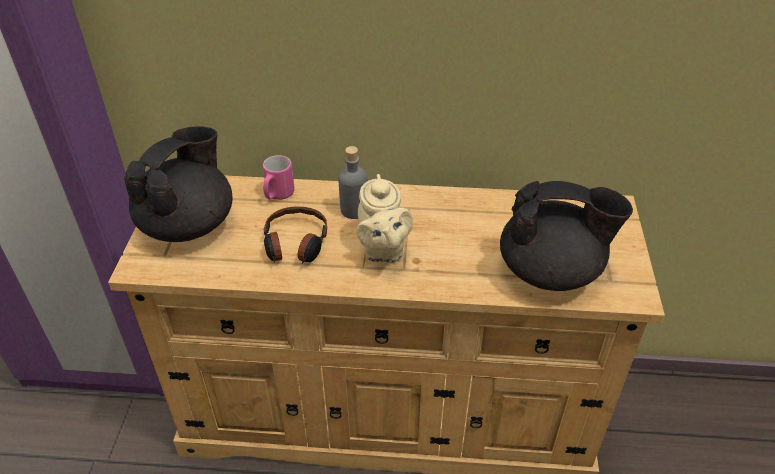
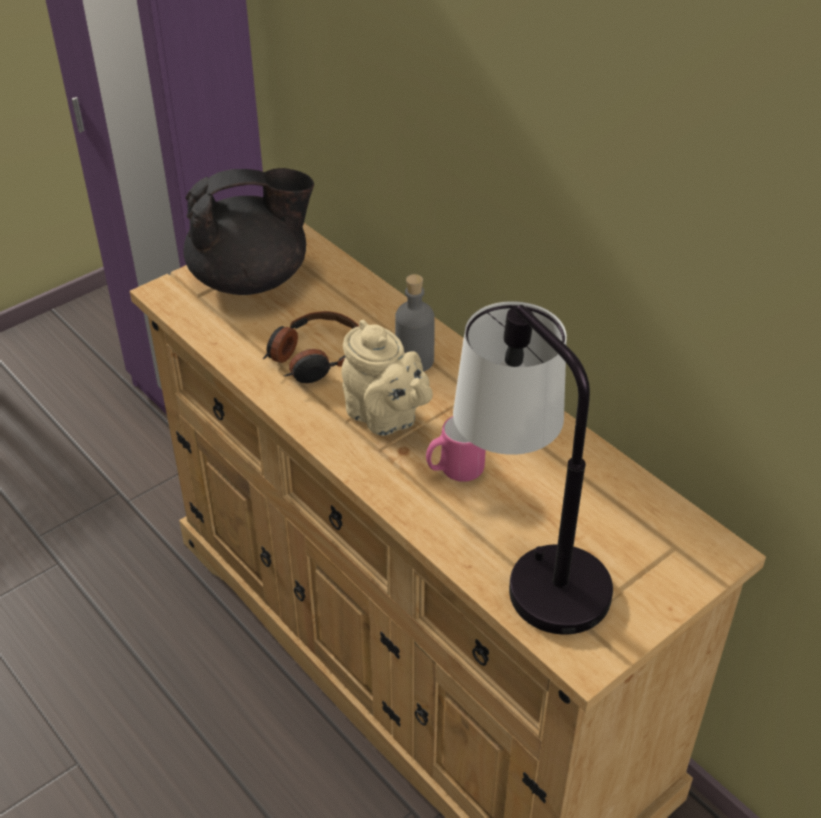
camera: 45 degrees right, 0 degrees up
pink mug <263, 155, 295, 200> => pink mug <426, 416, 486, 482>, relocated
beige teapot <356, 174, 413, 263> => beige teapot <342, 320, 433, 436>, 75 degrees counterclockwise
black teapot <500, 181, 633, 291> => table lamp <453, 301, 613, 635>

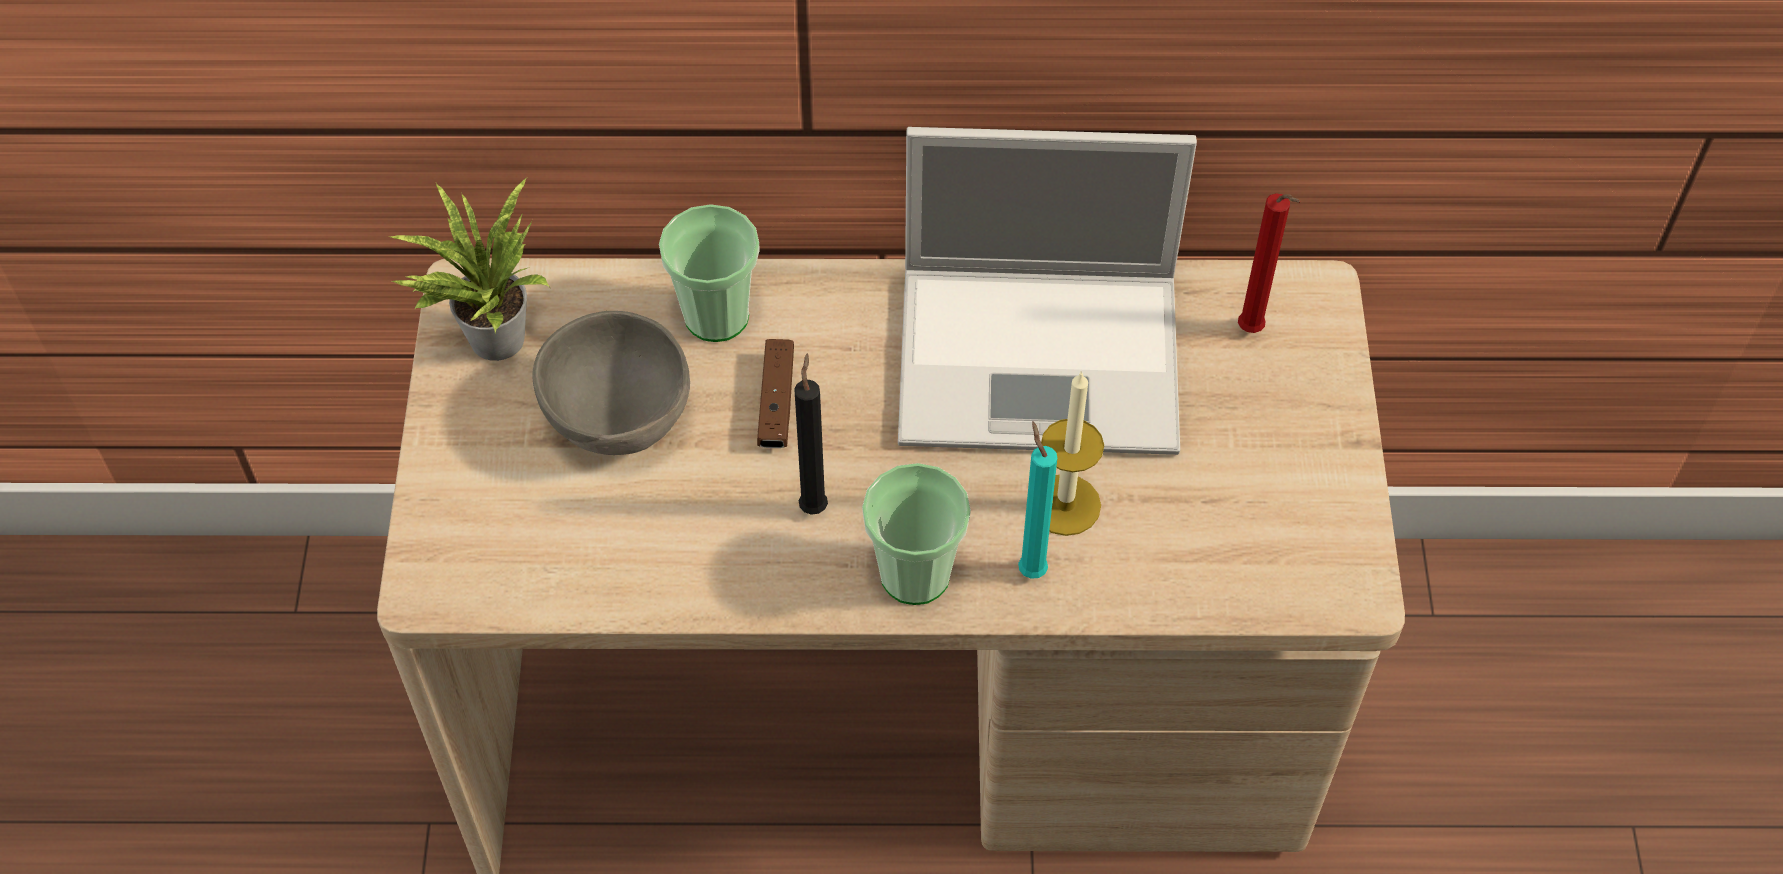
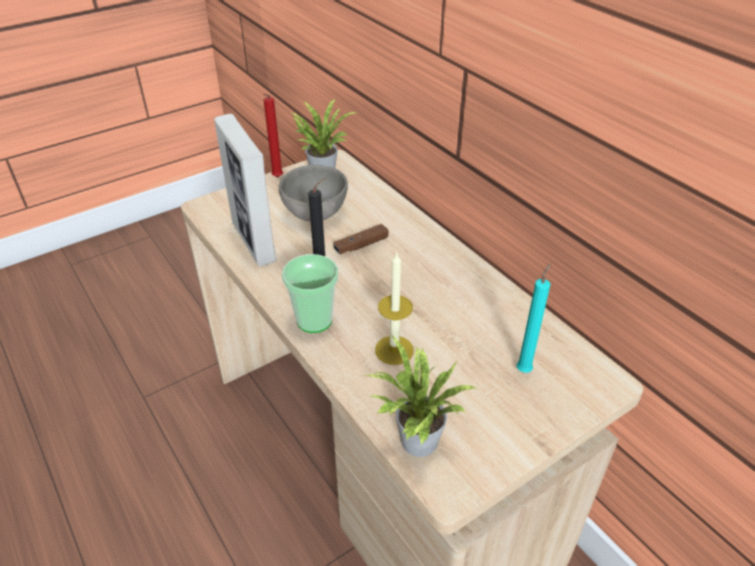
camera: 55 degrees right, 15 degrees down
cup <659, 204, 759, 342> => nothing
laptop <898, 127, 1197, 455> => nothing
turquoise candle <1018, 422, 1057, 579> => turquoise candle <516, 263, 551, 373>, relocated
red candle <1238, 193, 1300, 333> => red candle <263, 94, 283, 177>, relocated
nothing => picture frame <214, 114, 277, 266>
nothing => potted plant <365, 334, 476, 457>

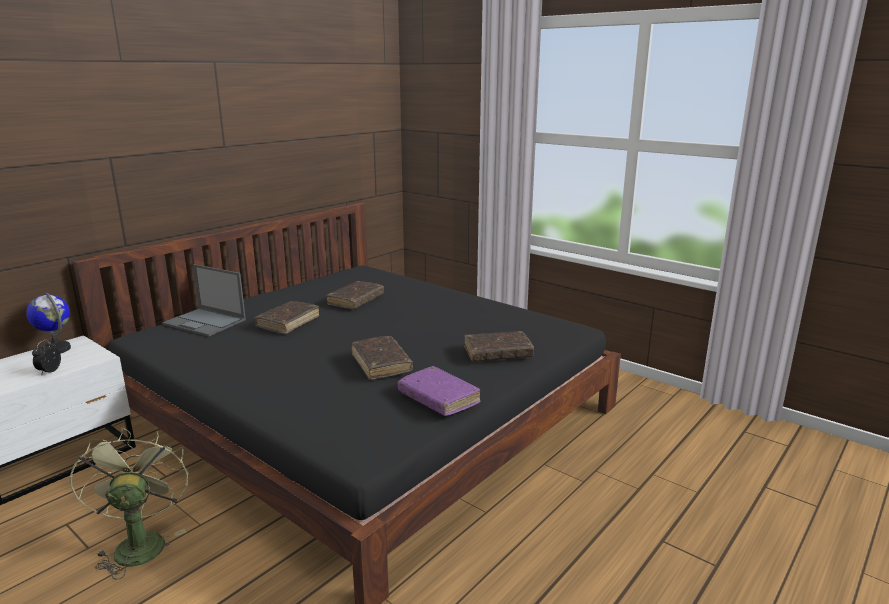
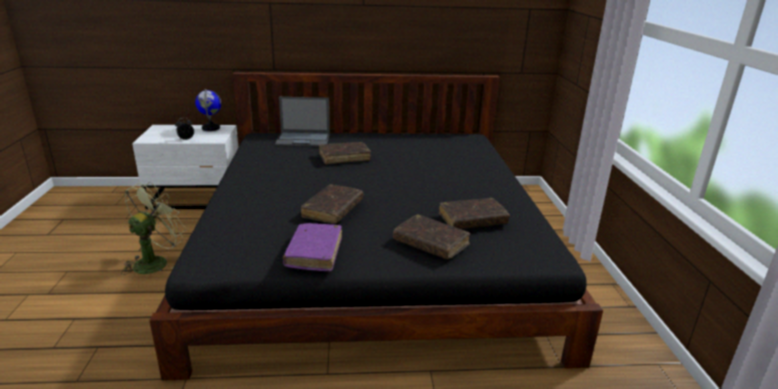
camera: 45 degrees right, 5 degrees up
laptop <162, 264, 246, 337> => laptop <275, 97, 330, 147>, 75 degrees counterclockwise
brown book <326, 281, 384, 309> => brown book <439, 198, 510, 229>, relocated

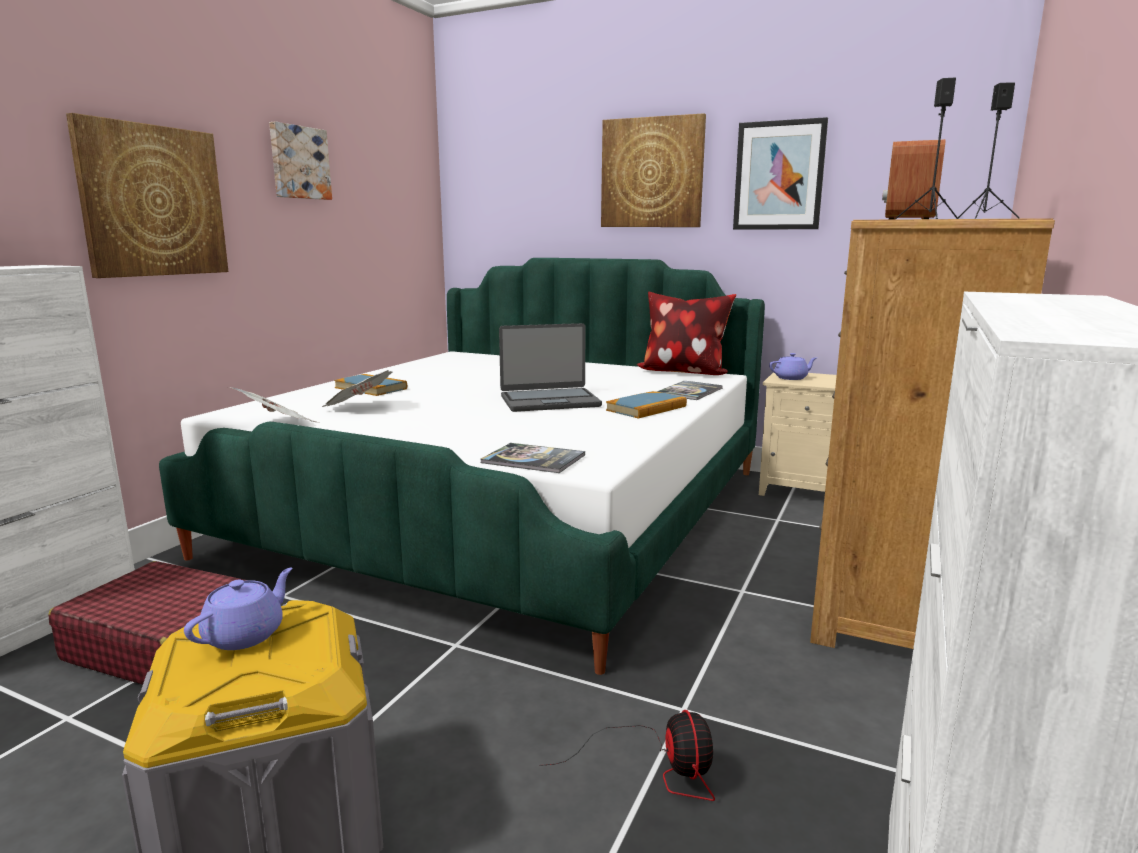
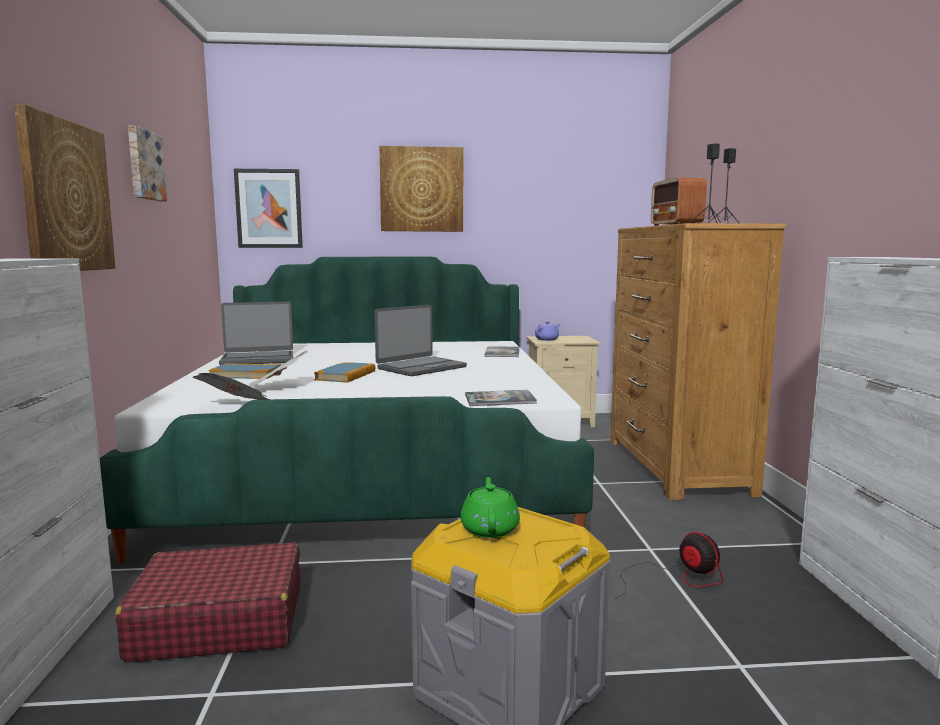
camera: 30 degrees left, 5 degrees down
purple teapot <184, 568, 292, 650> => green teapot <460, 477, 520, 538>
book <606, 391, 687, 419> => book <314, 362, 375, 383>, relocated
pillow <637, 292, 736, 375> => nothing
picture <733, 117, 828, 229> => picture <234, 169, 303, 248>, relocated
nothing => laptop <219, 302, 293, 365>

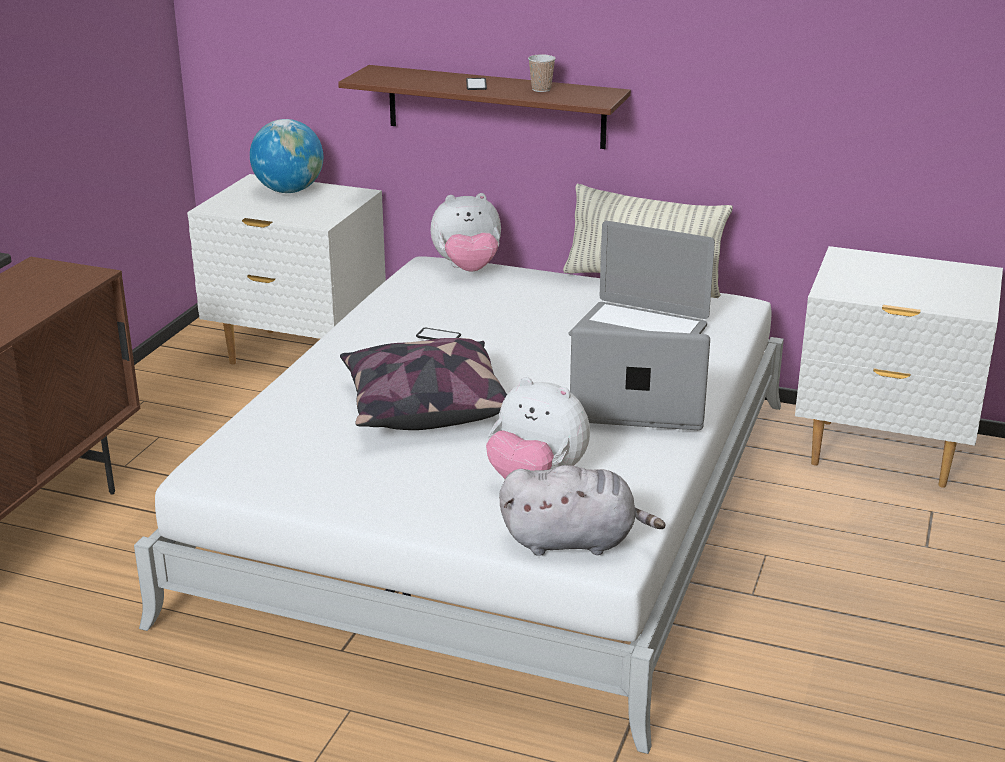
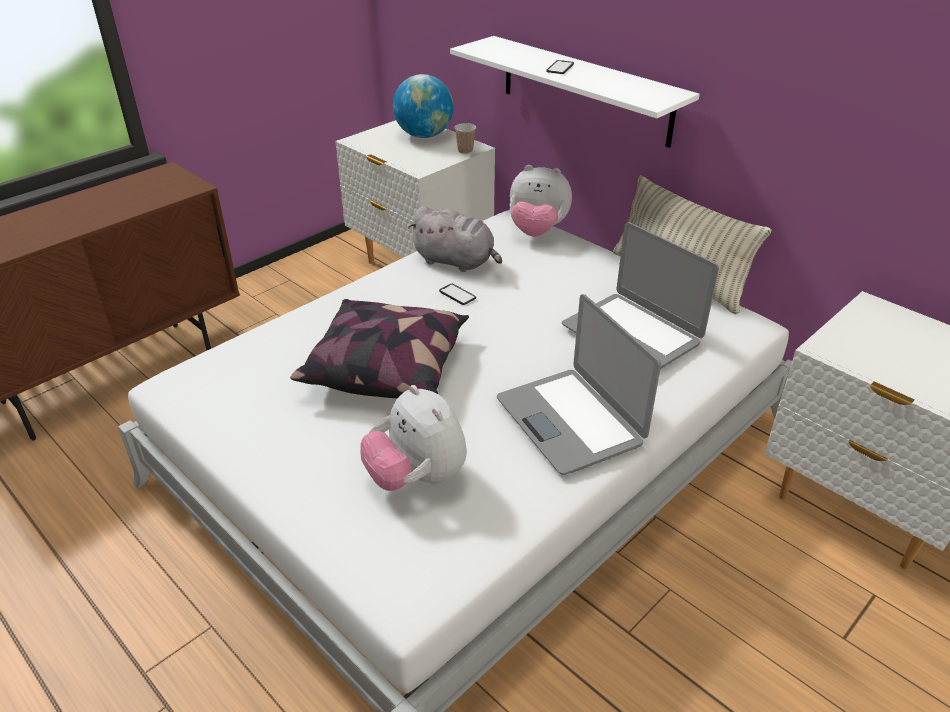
camera: 25 degrees right, 10 degrees up
brown shelf <338, 65, 631, 149> => white shelf <450, 36, 700, 148>
grey plush toy <499, 465, 666, 556> => grey plush toy <408, 206, 502, 272>, relocated
cup <528, 54, 556, 92> => cup <455, 123, 476, 154>, relocated
laptop <570, 327, 710, 430> => laptop <497, 294, 661, 475>, 150 degrees counterclockwise

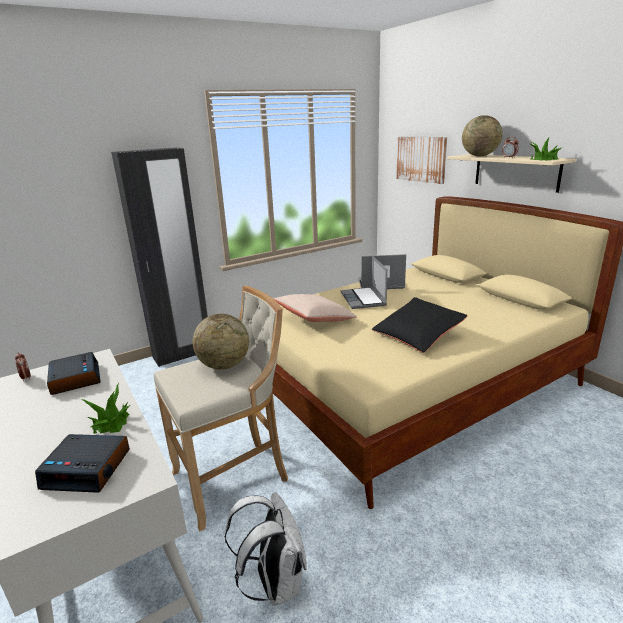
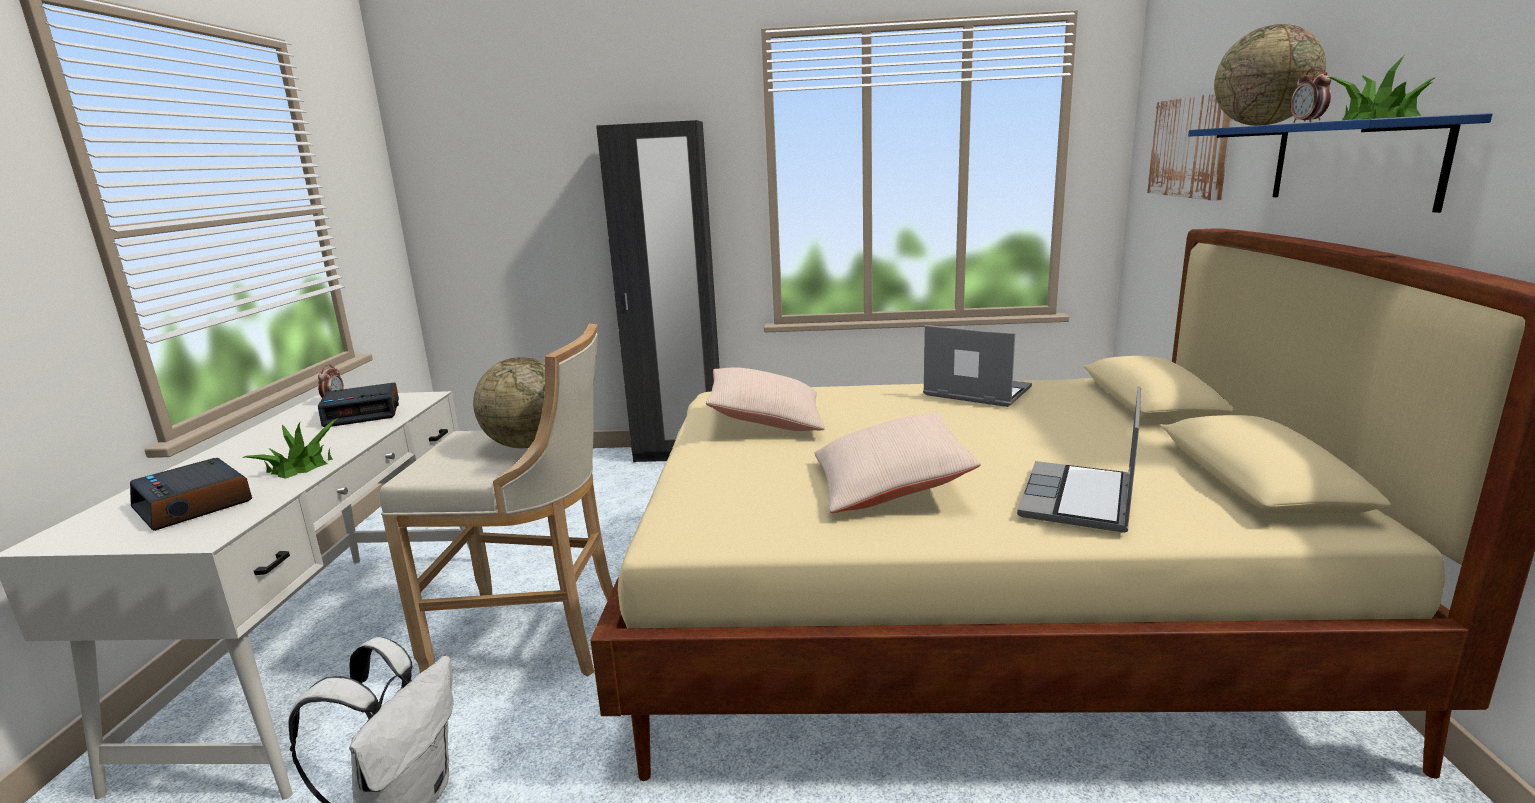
camera: 35 degrees right, 5 degrees down
alarm clock <47, 352, 101, 395> => alarm clock <318, 382, 399, 427>, 60 degrees clockwise
laptop <341, 256, 387, 309> => laptop <1017, 386, 1141, 533>, relocated
black pillow <372, 297, 467, 353> => beige pillow <814, 412, 981, 513>
beige shelf <447, 154, 577, 193> => blue shelf <1188, 113, 1493, 213>

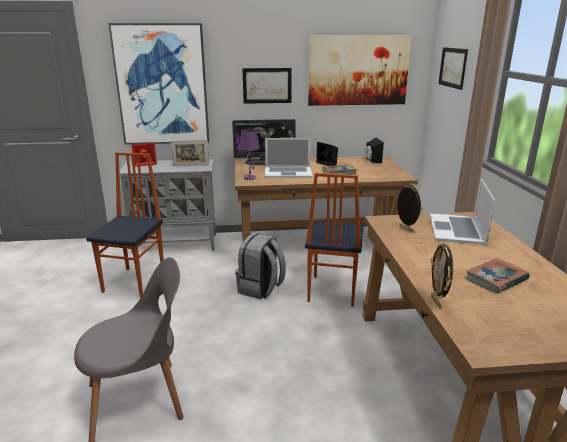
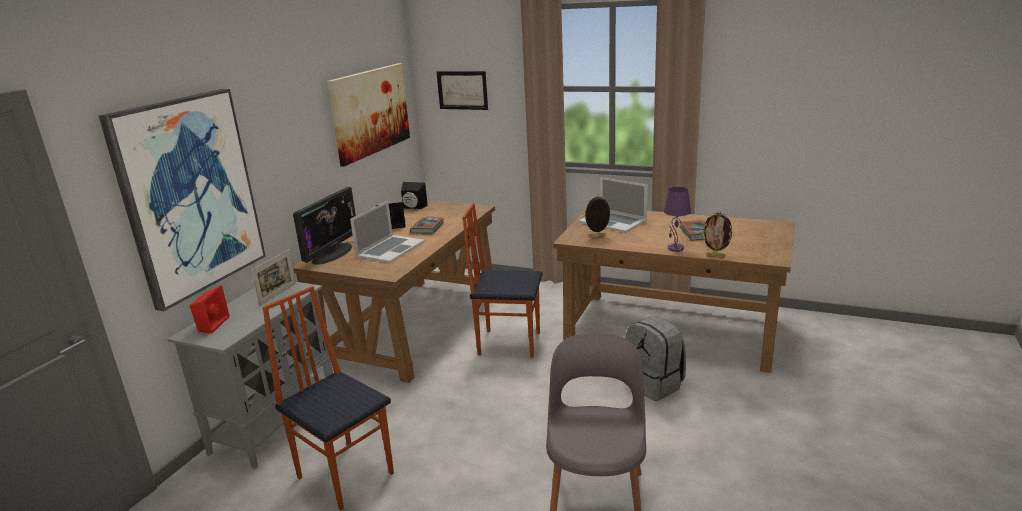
camera: 60 degrees left, 0 degrees up
grey backpack <235, 233, 286, 299> => grey backpack <625, 316, 686, 401>, relocated
purple table lamp <239, 129, 260, 180> => purple table lamp <664, 187, 691, 252>, relocated
picture <242, 68, 292, 104> => nothing
chair <305, 173, 364, 307> => chair <463, 203, 542, 357>, 150 degrees clockwise

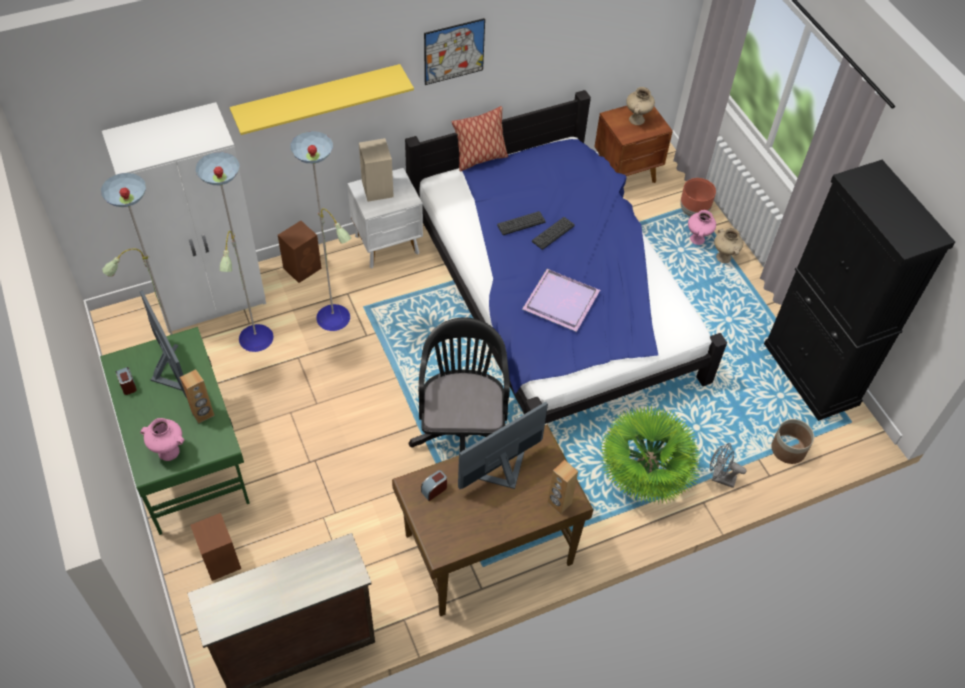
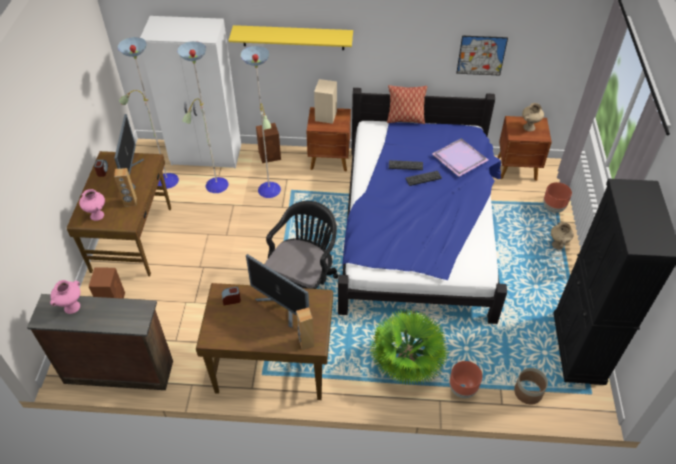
camera: 30 degrees right, 5 degrees down
green desk <100, 327, 250, 535> => brown desk <67, 151, 171, 276>
white nightstand <348, 168, 423, 268> => brown nightstand <307, 107, 351, 172>
picture <424, 18, 485, 85> => picture <456, 36, 508, 75>, relocated
monitor <458, 402, 548, 489> => monitor <246, 254, 309, 328>, 135 degrees counterclockwise
purple tray <522, 269, 600, 332> => purple tray <432, 138, 488, 177>, relocated
pink vase <688, 210, 716, 245> => pink vase <50, 280, 81, 314>, relocated
grey fan <710, 443, 747, 488> => brown planter <450, 361, 482, 398>

